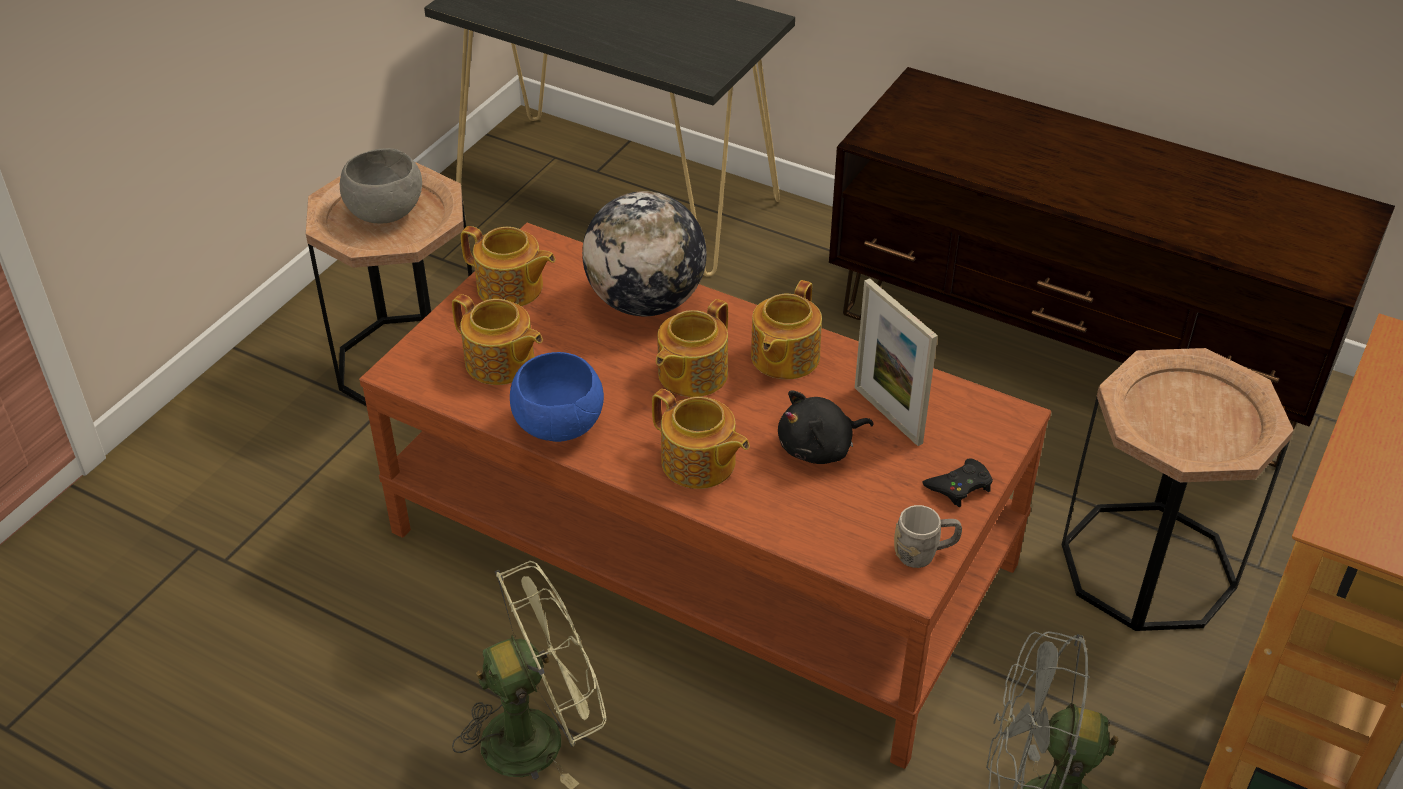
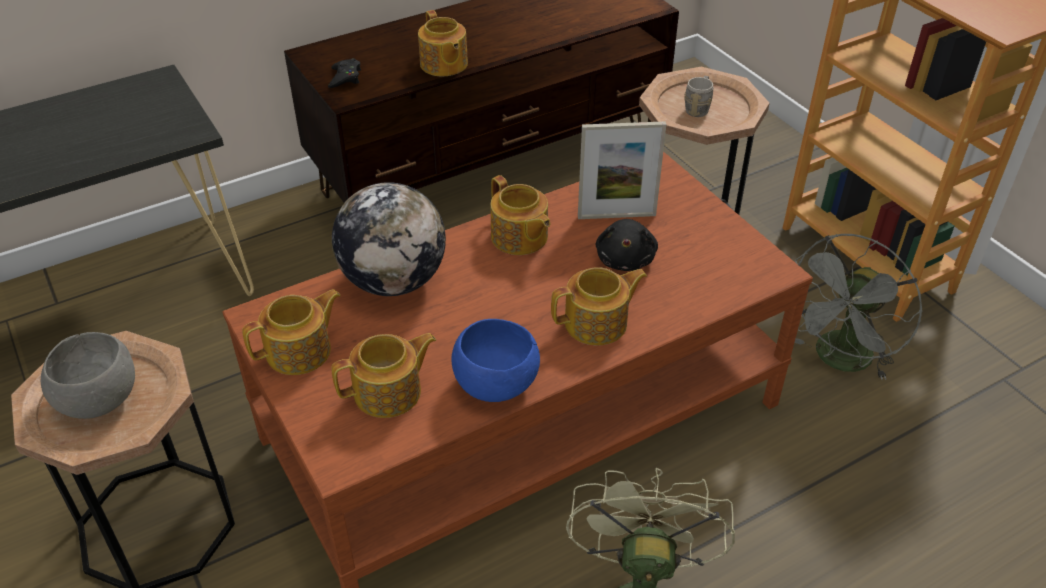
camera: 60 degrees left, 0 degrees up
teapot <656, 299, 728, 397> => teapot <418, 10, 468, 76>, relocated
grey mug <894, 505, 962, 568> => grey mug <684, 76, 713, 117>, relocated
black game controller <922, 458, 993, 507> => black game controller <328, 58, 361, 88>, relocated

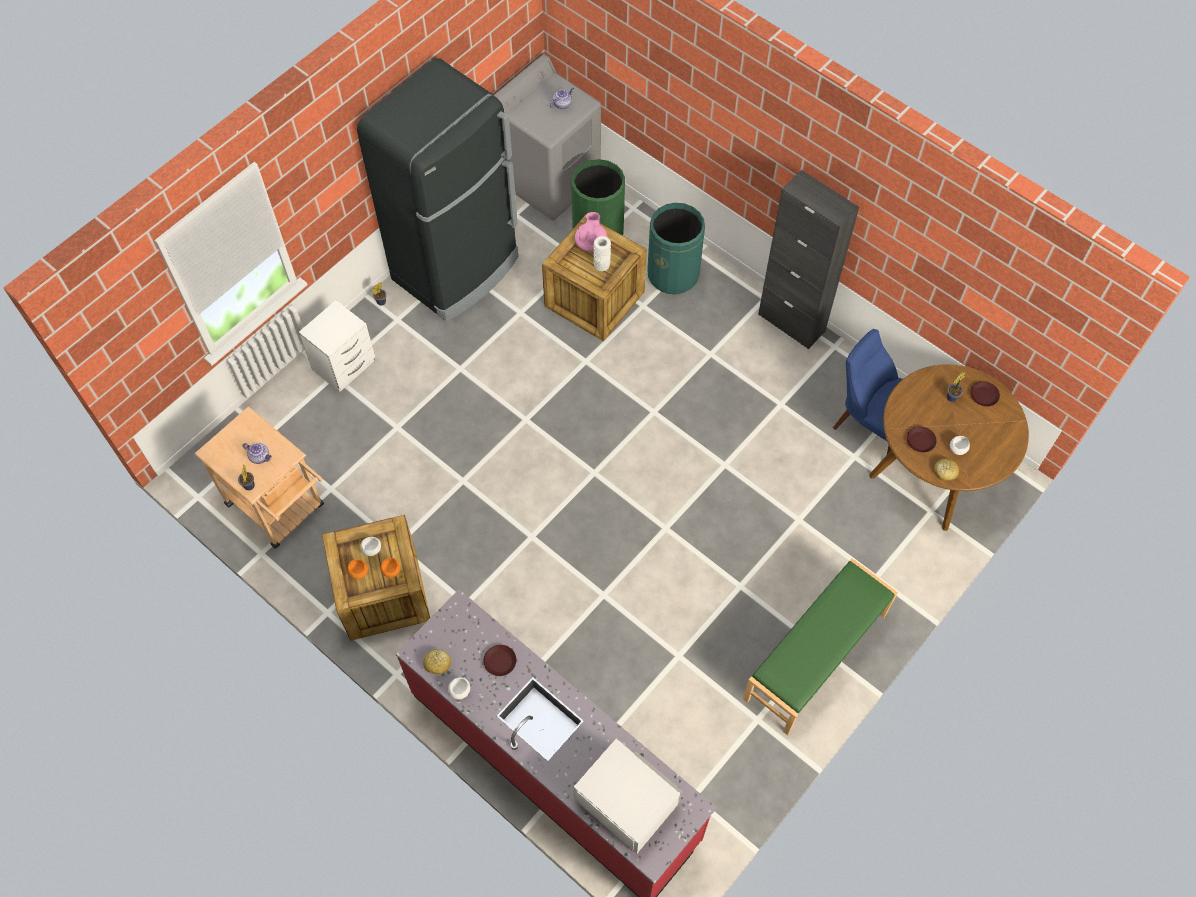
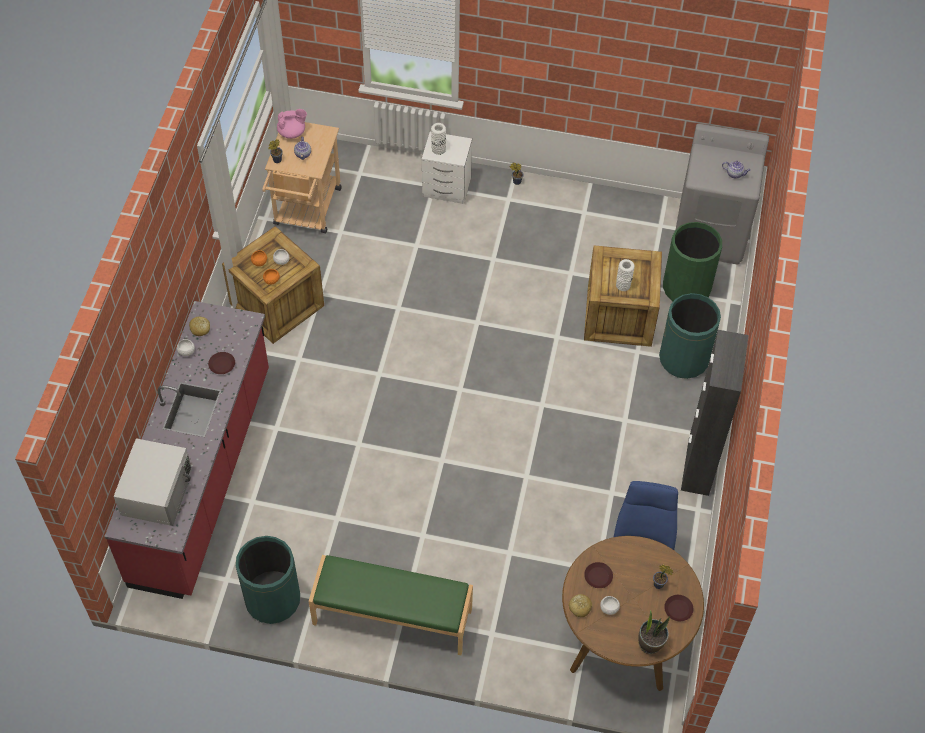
camera: 60 degrees right, 5 degrees down
black fridge <357, 58, 519, 321> => nothing
pink teapot <575, 212, 607, 251> => pink teapot <277, 109, 307, 139>, relocated
nothing => green trash can <236, 536, 300, 624>
nothing => white vase <431, 123, 446, 155>
nothing => potted plant <638, 610, 670, 654>

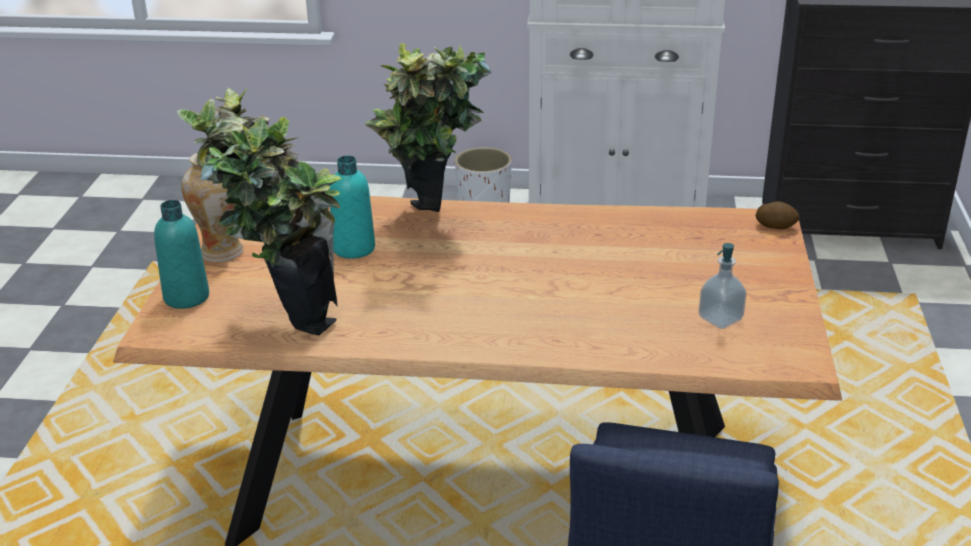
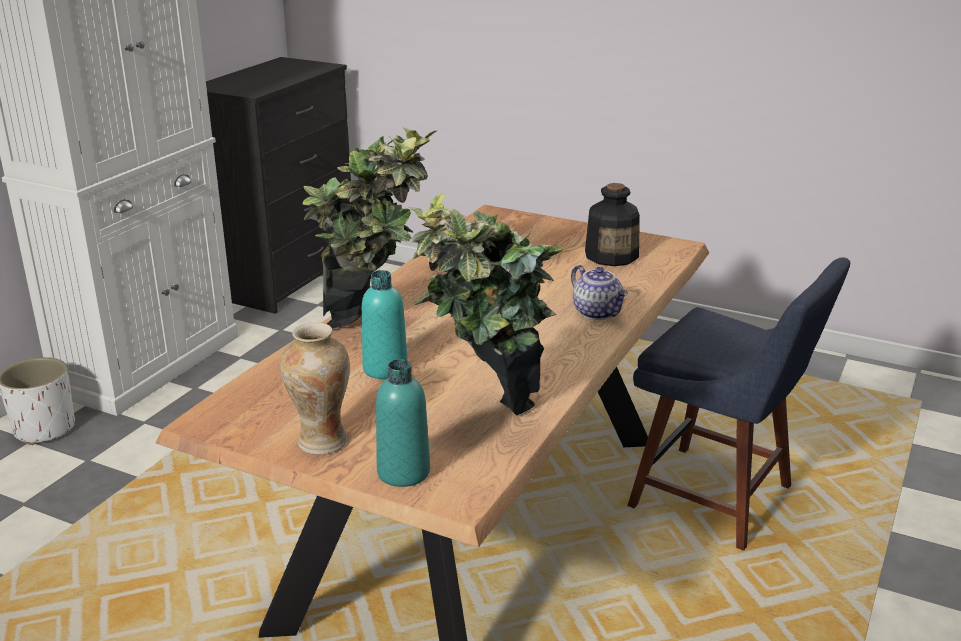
camera: 70 degrees left, 5 degrees down
soap dispenser <699, 243, 747, 329> => bottle <585, 183, 640, 266>
potato <756, 201, 800, 229> => nothing
nothing => teapot <571, 265, 628, 320>

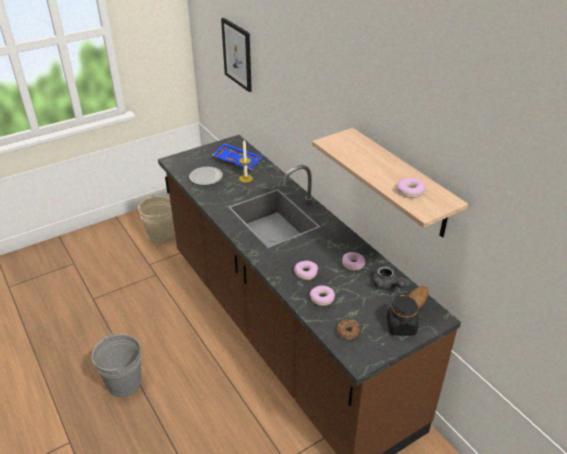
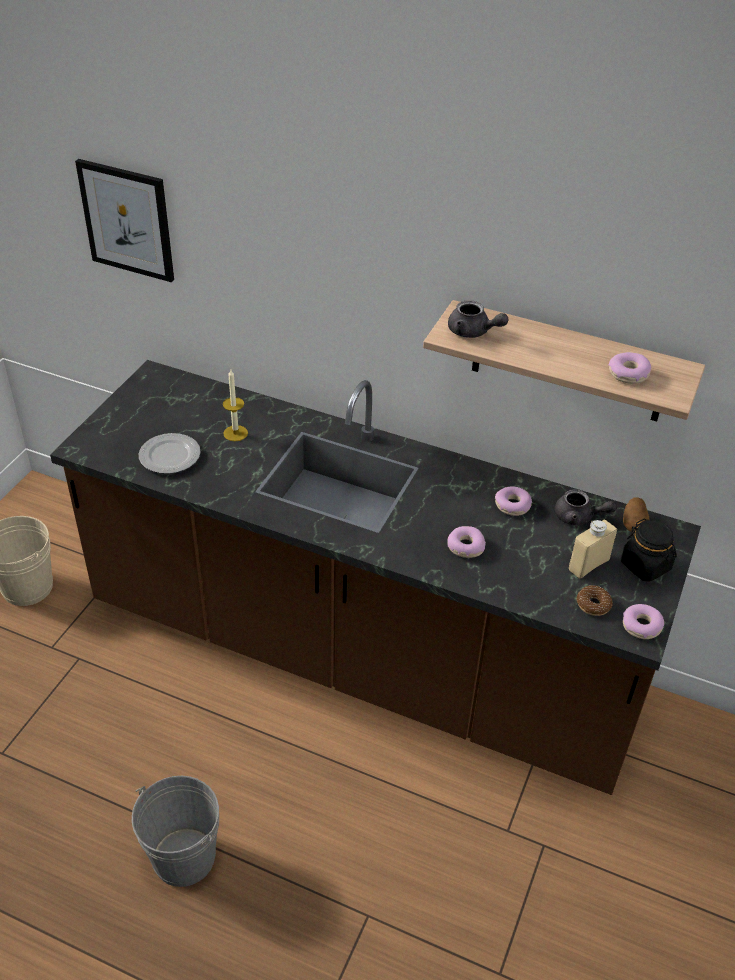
camera: 35 degrees left, 5 degrees up
blue tray <212, 143, 263, 169> => nothing
donut <309, 285, 335, 306> => donut <623, 604, 664, 639>, relocated
nothing => grey teapot <448, 300, 509, 338>
nothing => beige bottle <569, 520, 617, 578>

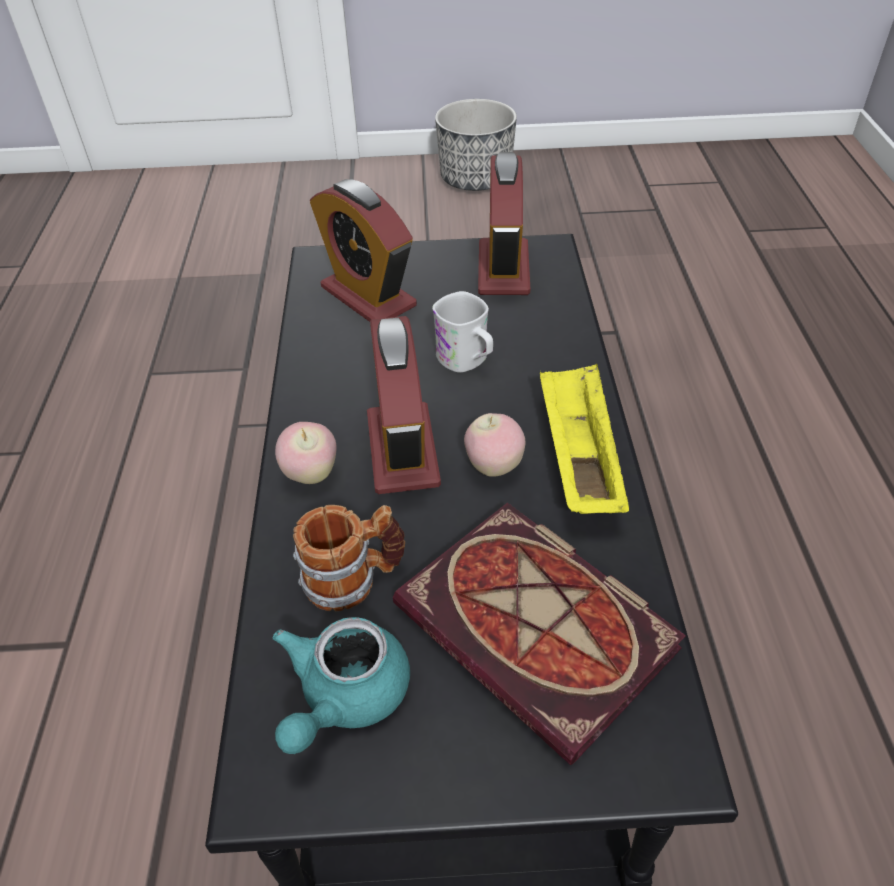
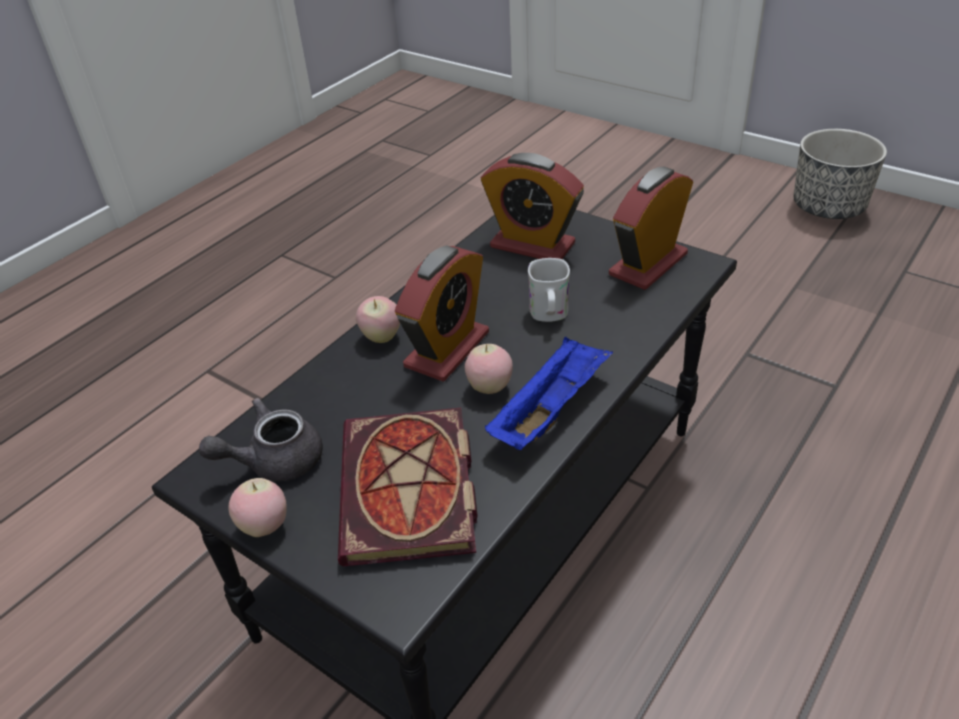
camera: 40 degrees right, 5 degrees down
turquoise teapot <273, 617, 410, 754> => grey teapot <199, 398, 323, 481>
mug <293, 505, 405, 611> => nothing
alarm clock <310, 179, 417, 322> => alarm clock <481, 153, 584, 259>, 60 degrees counterclockwise
yellow tray <540, 364, 629, 514> => blue tray <485, 337, 613, 450>
nothing => apple <228, 478, 287, 537>

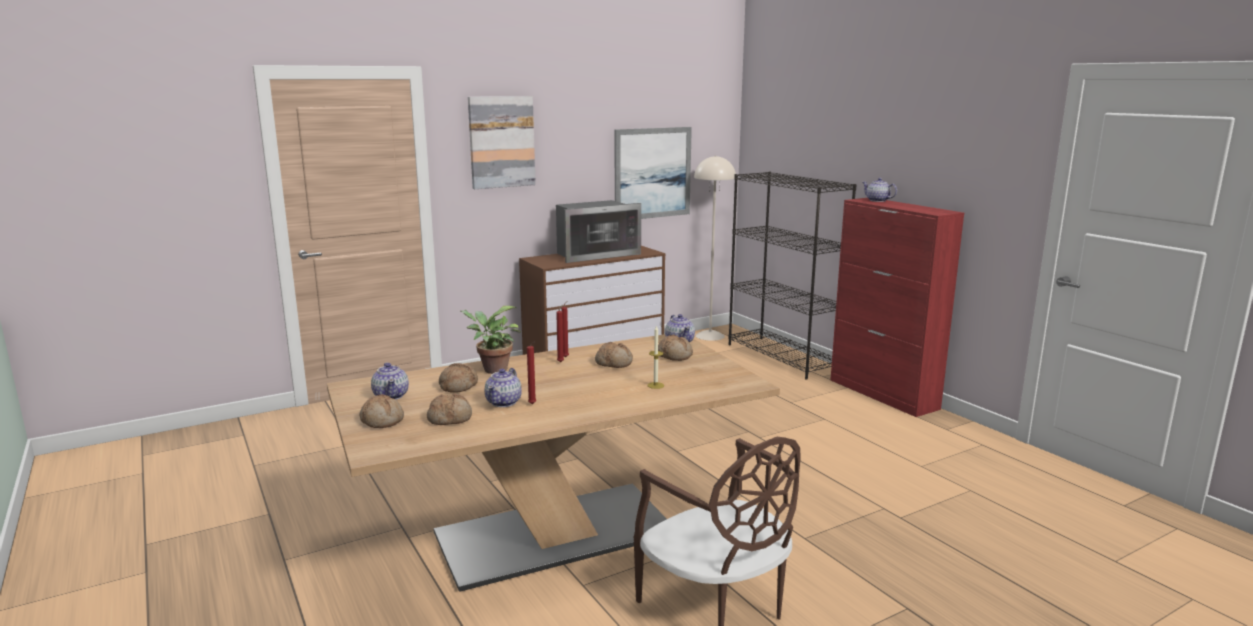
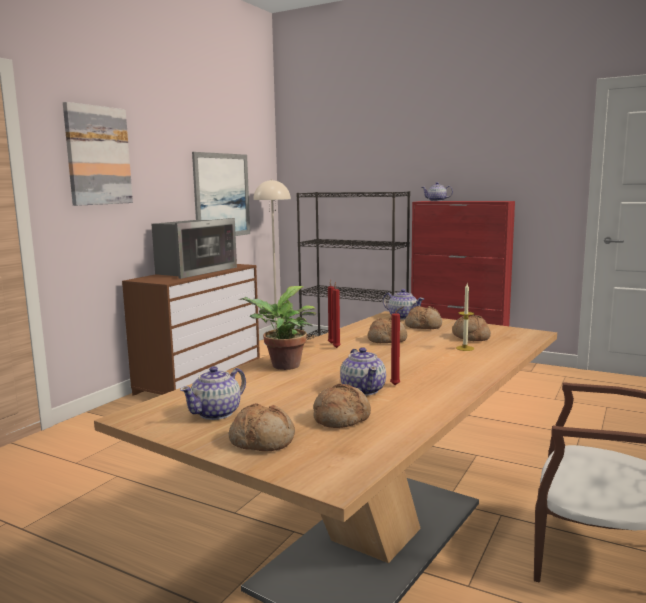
camera: 30 degrees left, 5 degrees down
teapot <371, 363, 409, 400> => teapot <180, 366, 246, 420>, 90 degrees clockwise
bread <439, 363, 478, 393> => bread <452, 315, 491, 341>, relocated

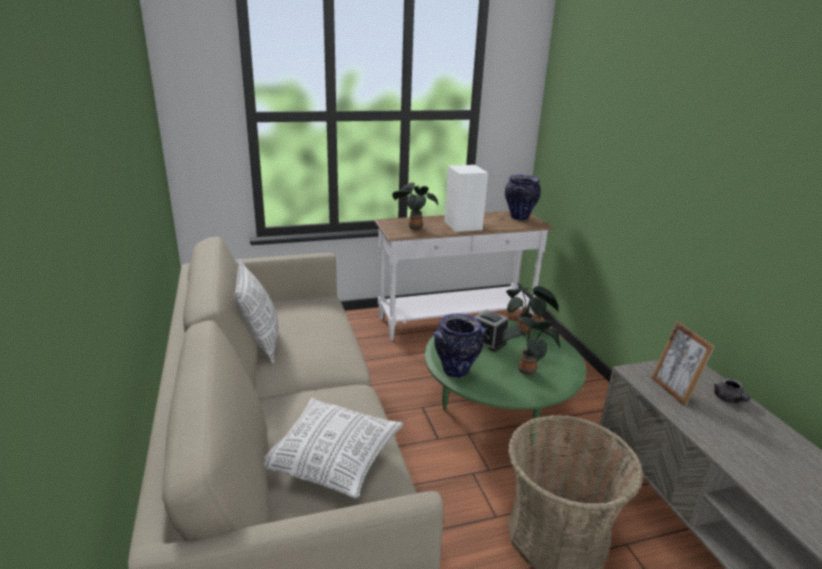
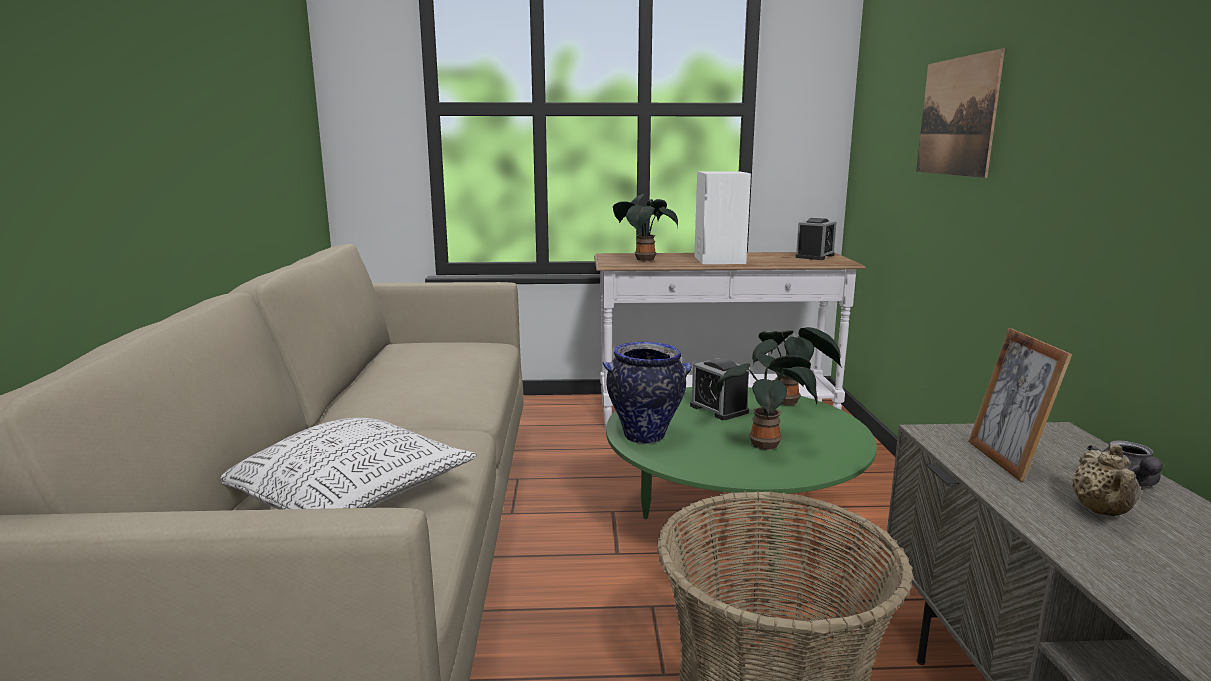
camera: 15 degrees right, 10 degrees down
pillow <234, 259, 278, 364> => nothing
vase <505, 175, 541, 220> => alarm clock <795, 218, 836, 260>
nothing => picture <916, 48, 1005, 178>
nothing => beige teapot <1072, 444, 1141, 516>

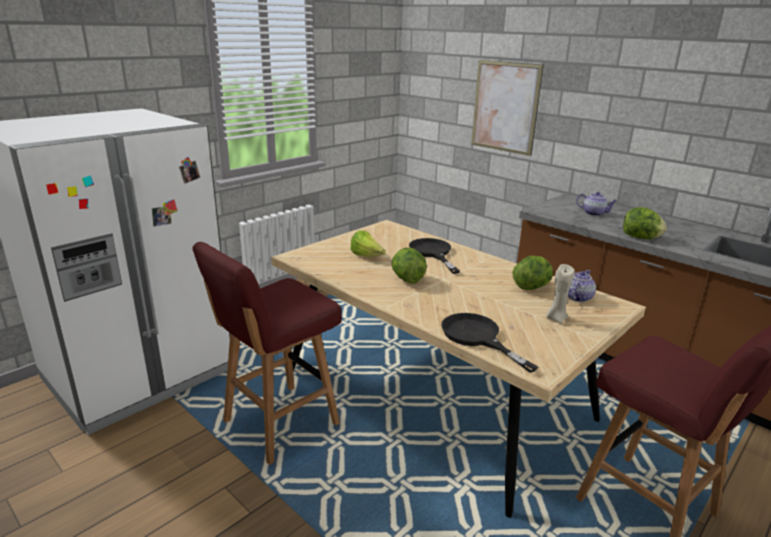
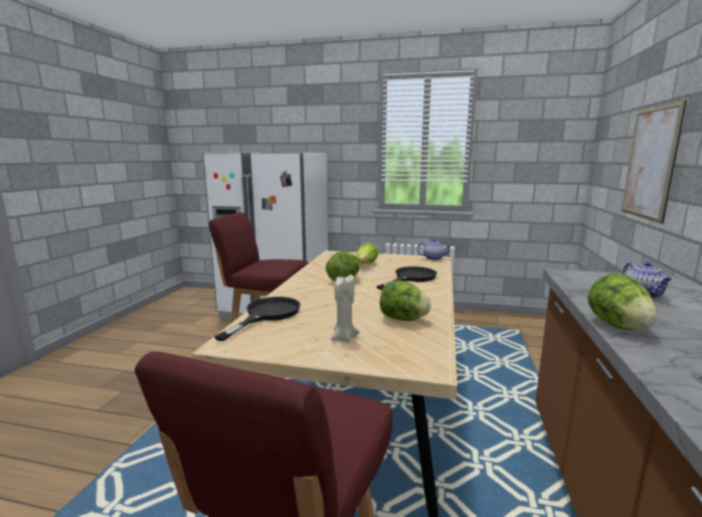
camera: 60 degrees right, 10 degrees down
teapot <568, 270, 596, 302> => teapot <417, 239, 452, 260>, relocated

